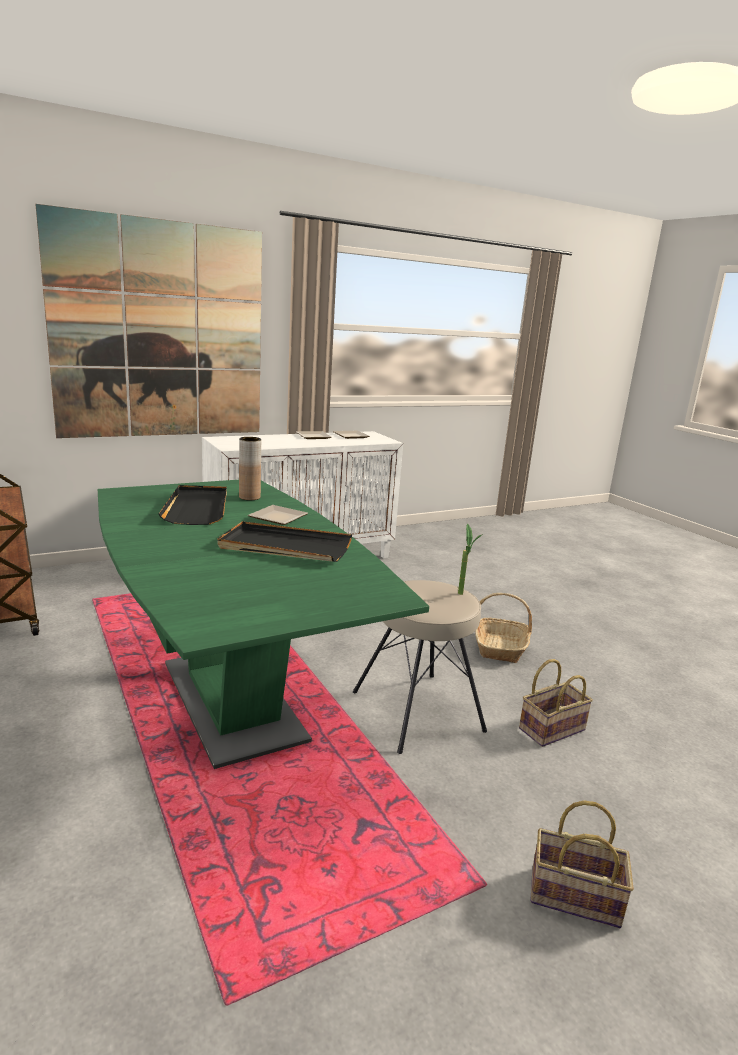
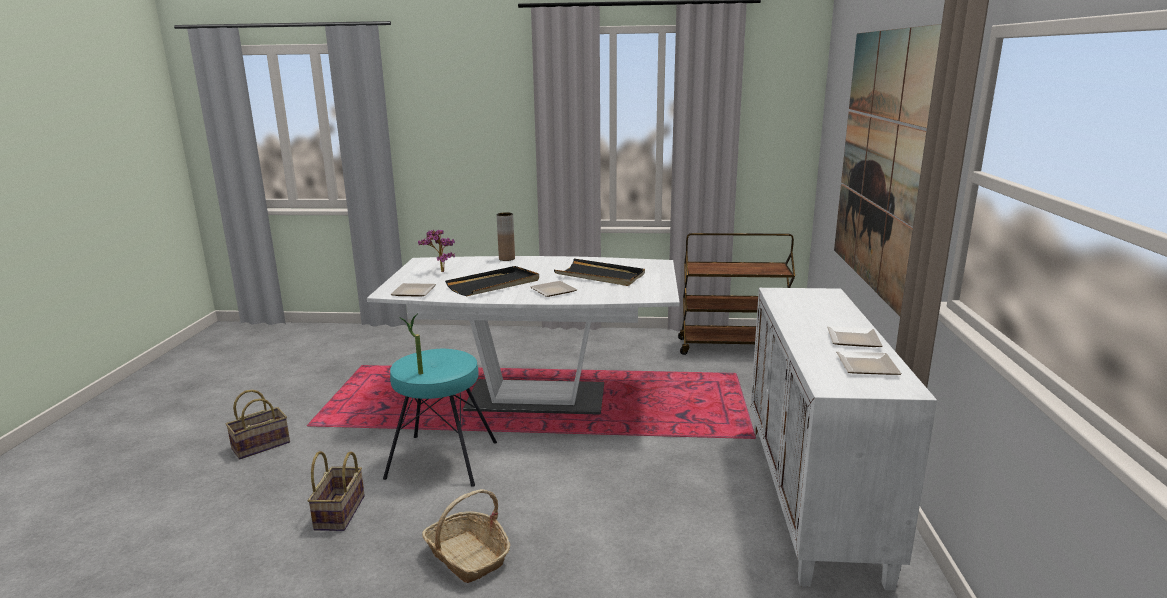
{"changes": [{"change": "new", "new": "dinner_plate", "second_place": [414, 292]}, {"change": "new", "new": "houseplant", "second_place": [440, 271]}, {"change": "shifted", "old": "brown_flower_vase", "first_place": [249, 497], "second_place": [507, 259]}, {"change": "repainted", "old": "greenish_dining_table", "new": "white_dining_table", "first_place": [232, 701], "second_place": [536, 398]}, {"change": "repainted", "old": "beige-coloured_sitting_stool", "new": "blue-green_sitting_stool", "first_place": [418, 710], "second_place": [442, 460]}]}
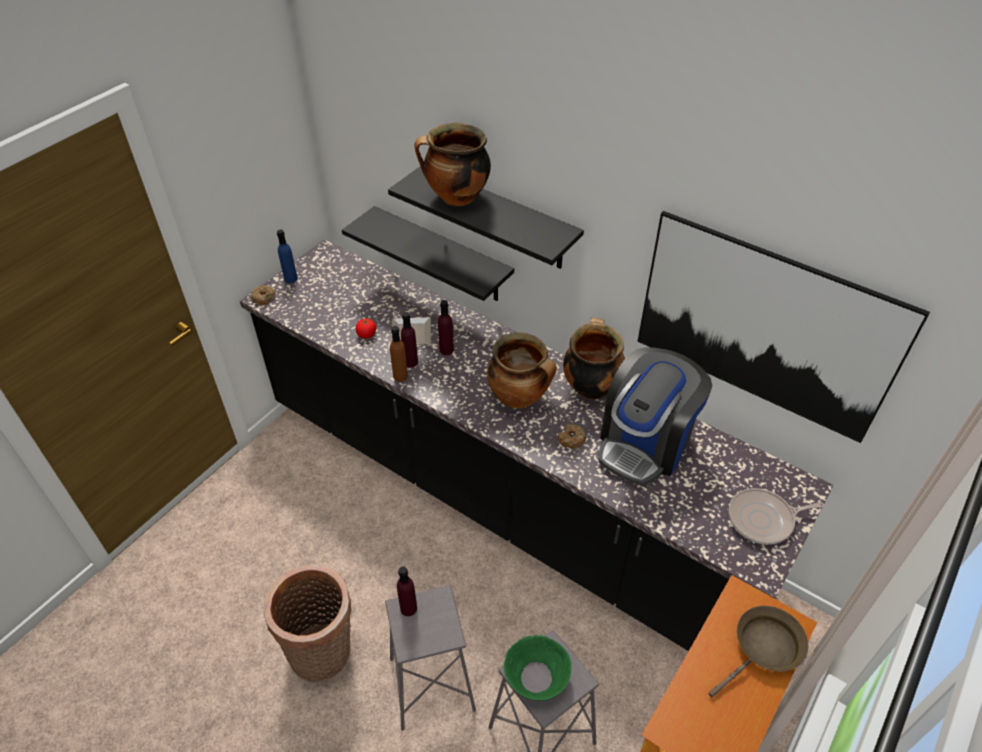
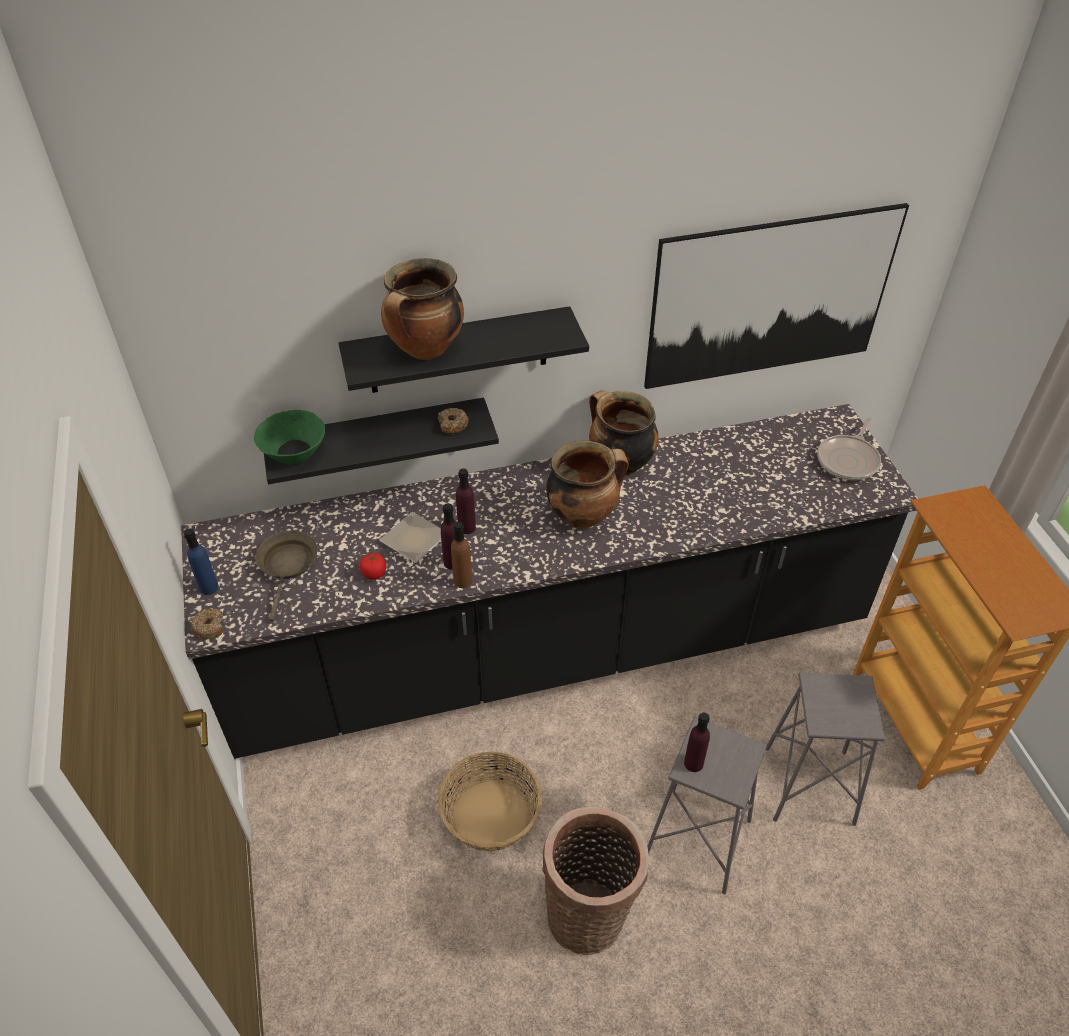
{"changes": [{"change": "gone", "old": "coffee_brewer", "first_place": [645, 443]}, {"change": "new", "new": "basket", "second_place": [490, 814]}, {"change": "shifted", "old": "greenish_serving_bowl", "first_place": [537, 677], "second_place": [294, 452]}, {"change": "shifted", "old": "doughnut", "first_place": [571, 439], "second_place": [453, 425]}, {"change": "shifted", "old": "brown_frying_pan", "first_place": [764, 649], "second_place": [288, 566]}]}
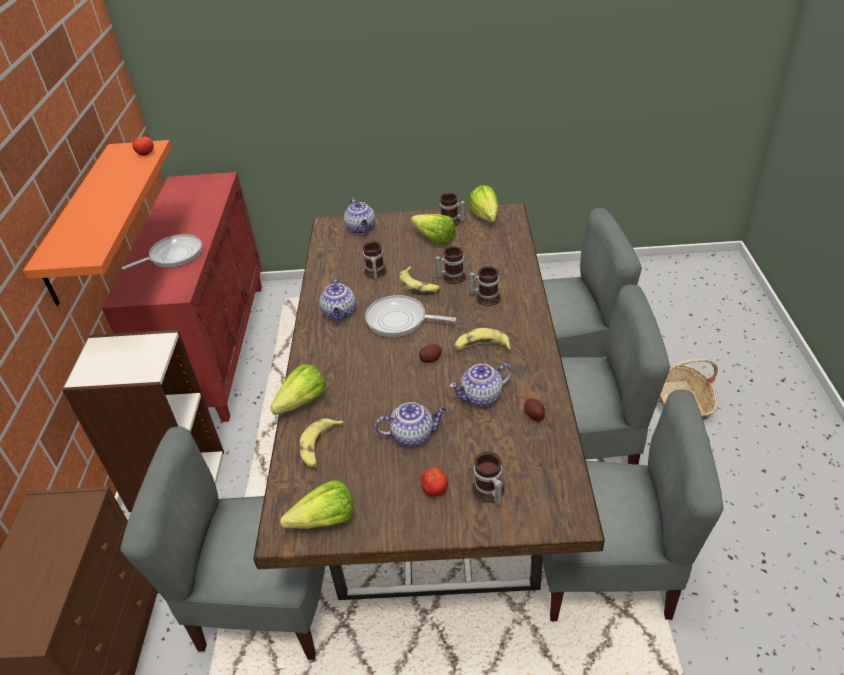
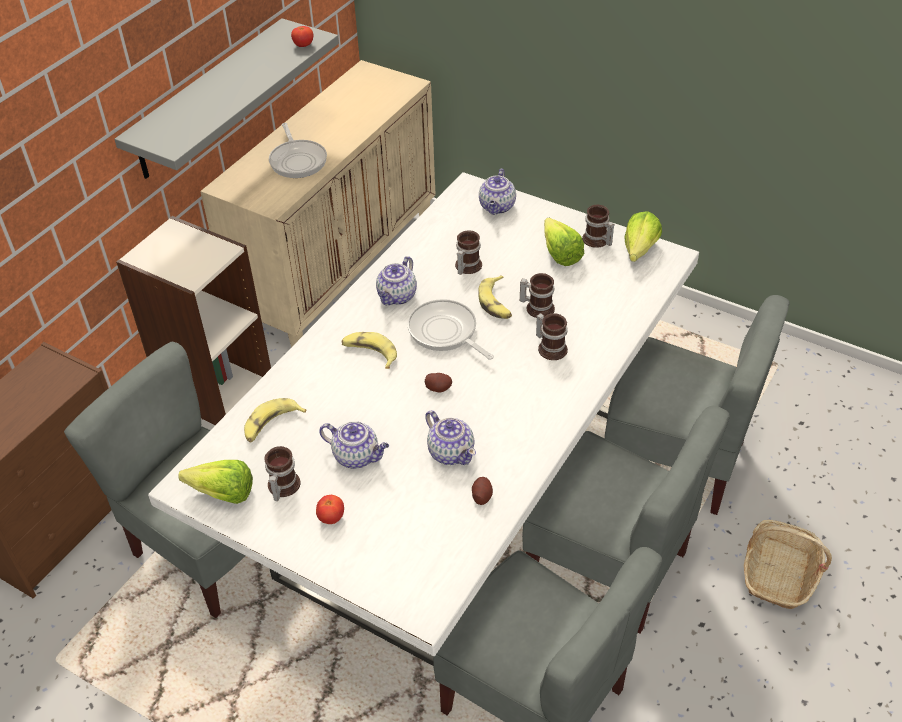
{"changes": [{"change": "gone", "old": "head_of_lettuce", "first_place": [298, 405]}, {"change": "shifted", "old": "banana_fruit", "first_place": [481, 347], "second_place": [370, 353]}, {"change": "shifted", "old": "coffee_mug", "first_place": [488, 492], "second_place": [281, 487]}, {"change": "repainted", "old": "orangey_wall_shelf", "new": "greyish_wall_shelf", "first_place": [80, 223], "second_place": [209, 99]}, {"change": "repainted", "old": "red_cupboard", "new": "beige-coloured_cupboard", "first_place": [216, 348], "second_place": [339, 268]}, {"change": "repainted", "old": "brown_dining_table", "new": "white_dining_table", "first_place": [433, 463], "second_place": [454, 497]}, {"change": "rotated", "old": "frying_pan", "first_place": [173, 256], "second_place": [298, 160], "degrees": 75}, {"change": "rotated", "old": "tea_pot", "first_place": [482, 397], "second_place": [451, 452], "degrees": -135}]}
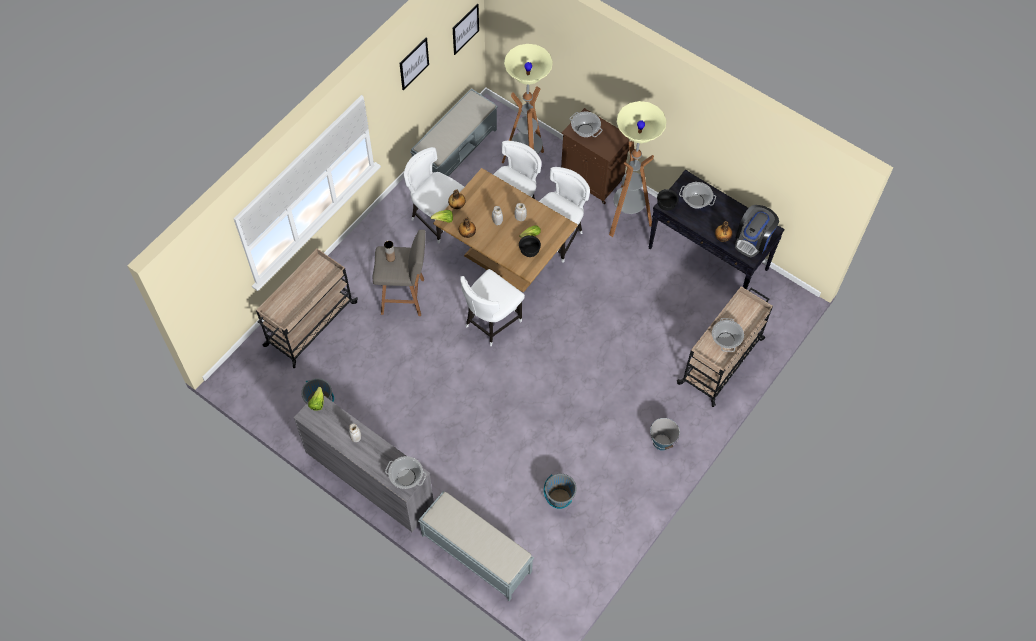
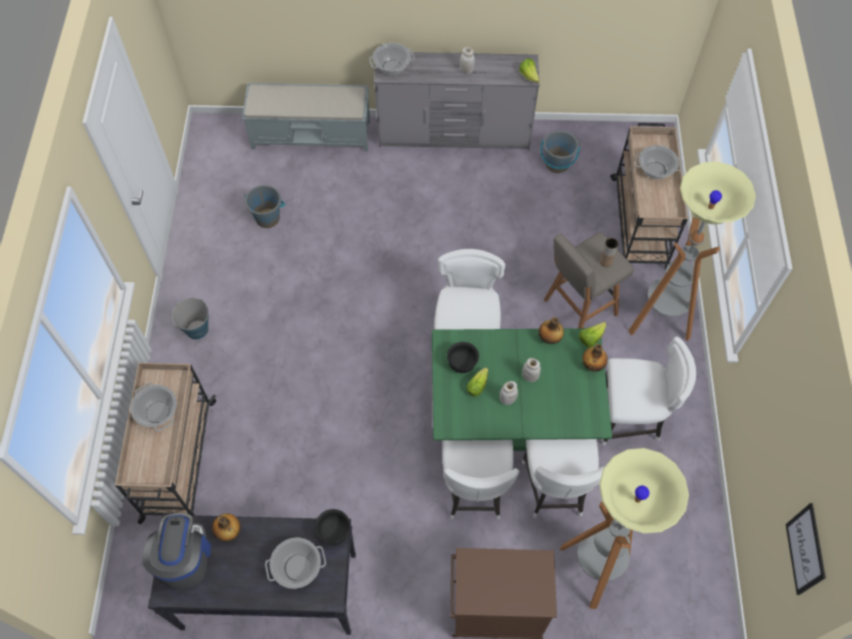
{"changes": [{"change": "gone", "old": "wall_art", "first_place": [414, 63]}, {"change": "gone", "old": "greyish_long_seat", "first_place": [456, 151]}, {"change": "shifted", "old": "stockpot", "first_place": [585, 130], "second_place": [655, 170]}, {"change": "shifted", "old": "standard_lamp", "first_place": [626, 220], "second_place": [659, 321]}, {"change": "repainted", "old": "brown_dining_table", "new": "greenish_dining_table", "first_place": [505, 260], "second_place": [511, 421]}]}
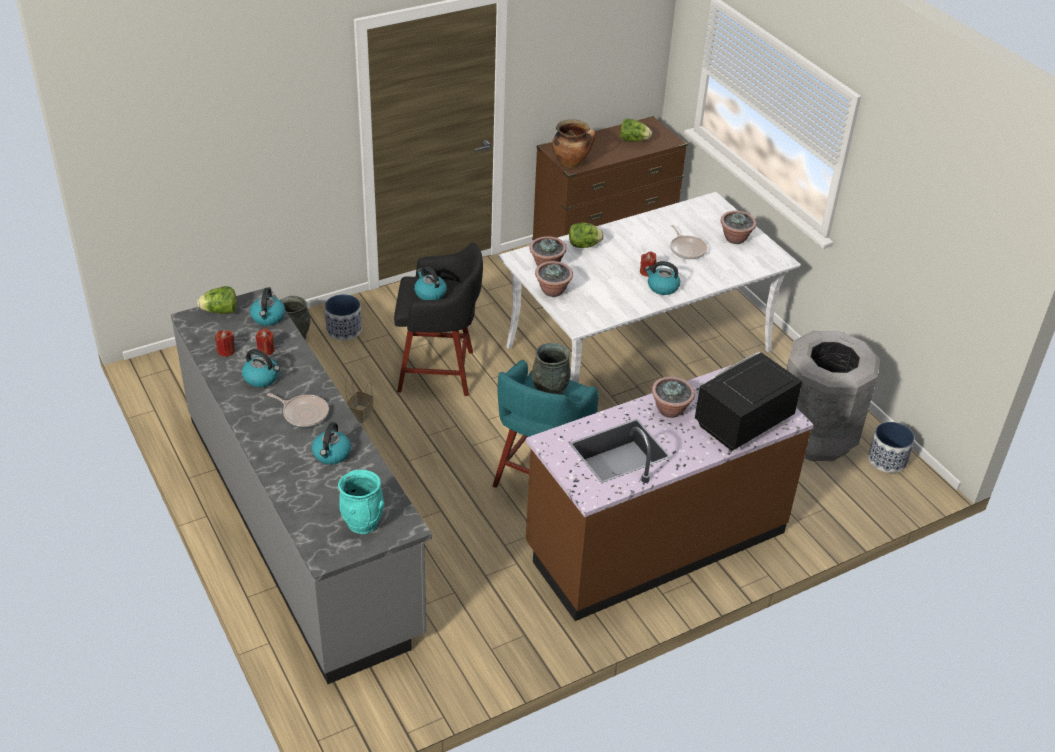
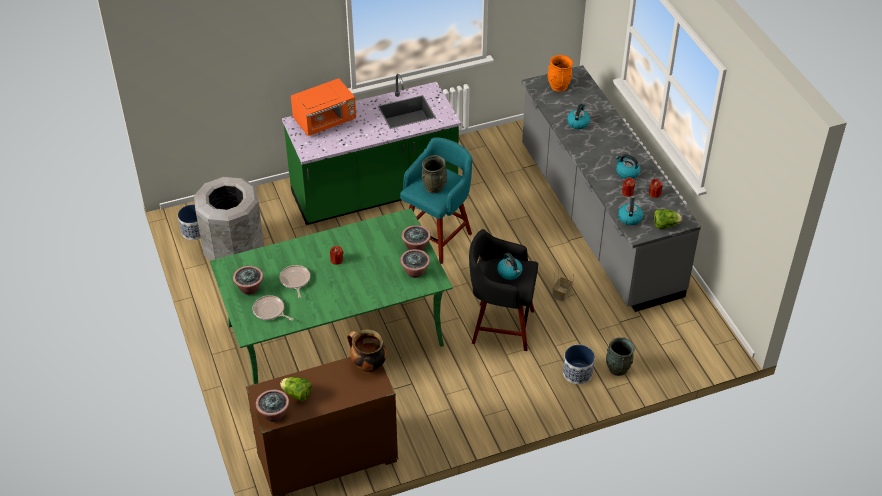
{"changes": [{"change": "gone", "old": "head_of_lettuce", "first_place": [584, 245]}, {"change": "gone", "old": "water_kettle", "first_place": [662, 287]}, {"change": "shifted", "old": "frying_pan", "first_place": [303, 413], "second_place": [270, 311]}, {"change": "shifted", "old": "houseplant", "first_place": [670, 410], "second_place": [274, 414]}, {"change": "repainted", "old": "blue-green_flower_vase", "new": "orangey_flower_vase", "first_place": [363, 523], "second_place": [558, 86]}, {"change": "repainted", "old": "white_dining_table", "new": "greenish_dining_table", "first_place": [639, 348], "second_place": [335, 336]}, {"change": "repainted", "old": "brown_counter", "new": "greenish_counter", "first_place": [655, 540], "second_place": [375, 193]}, {"change": "repainted", "old": "blackish_microwave_oven", "new": "orangey_microwave_oven", "first_place": [741, 422], "second_place": [325, 121]}]}
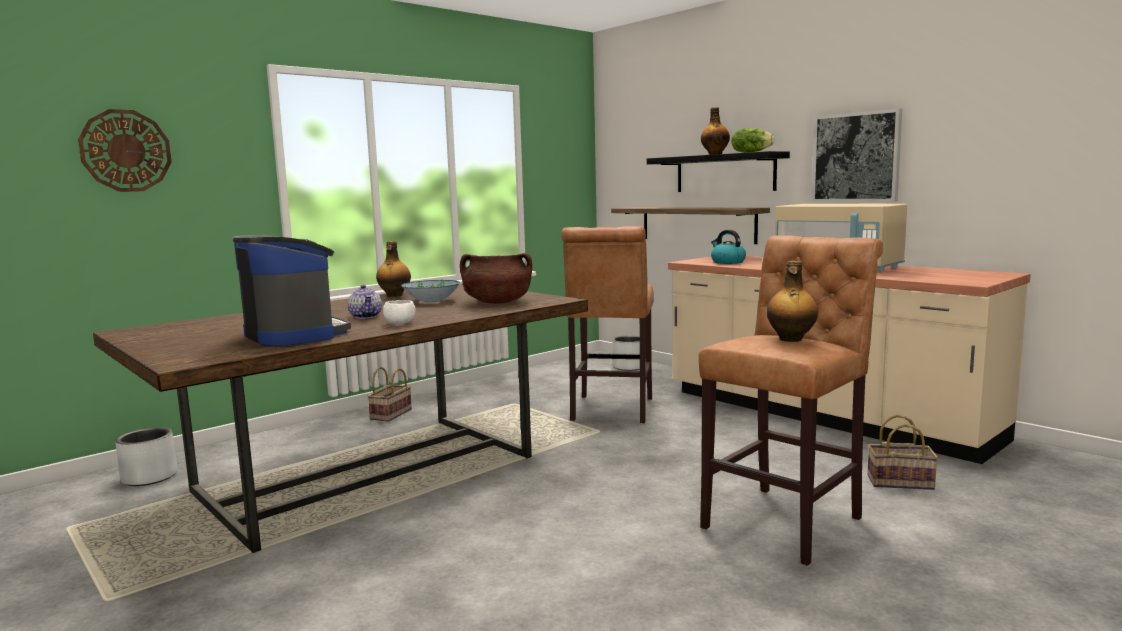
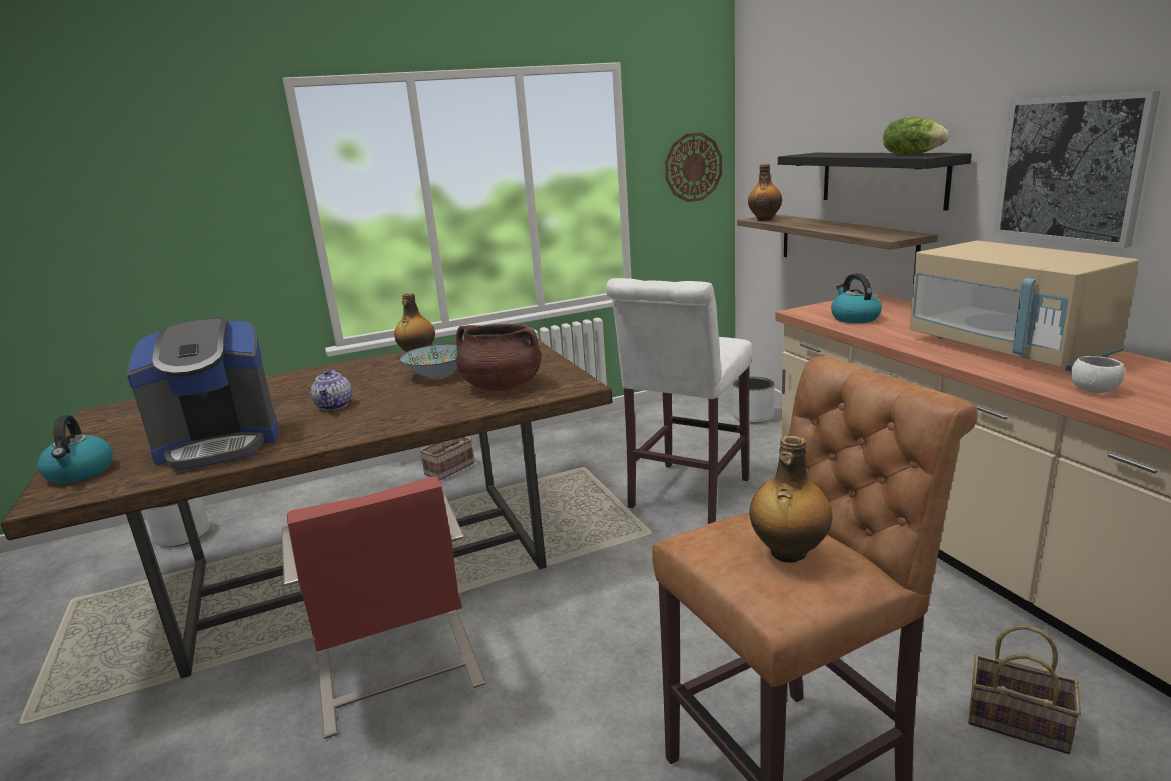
{"changes": [{"change": "new", "new": "water_kettle", "second_place": [80, 473]}, {"change": "new", "new": "red_upright_chair", "second_place": [397, 670]}, {"change": "shifted", "old": "clock_on_the_wall", "first_place": [126, 151], "second_place": [693, 167]}, {"change": "shifted", "old": "white_serving_bowl", "first_place": [400, 323], "second_place": [1094, 390]}, {"change": "shifted", "old": "bottle", "first_place": [715, 154], "second_place": [765, 219]}, {"change": "repainted", "old": "brown_sitting_stool", "new": "white_sitting_stool", "first_place": [611, 411], "second_place": [685, 496]}, {"change": "rotated", "old": "coffee_brewer", "first_place": [295, 335], "second_place": [220, 444], "degrees": 90}]}
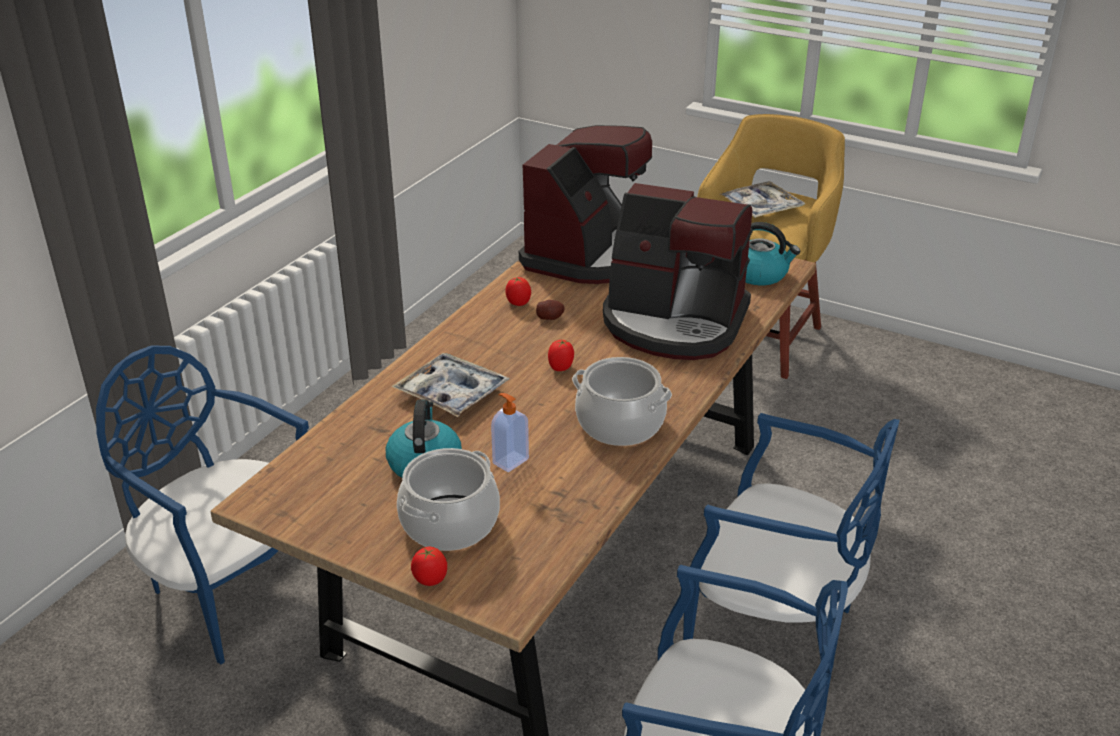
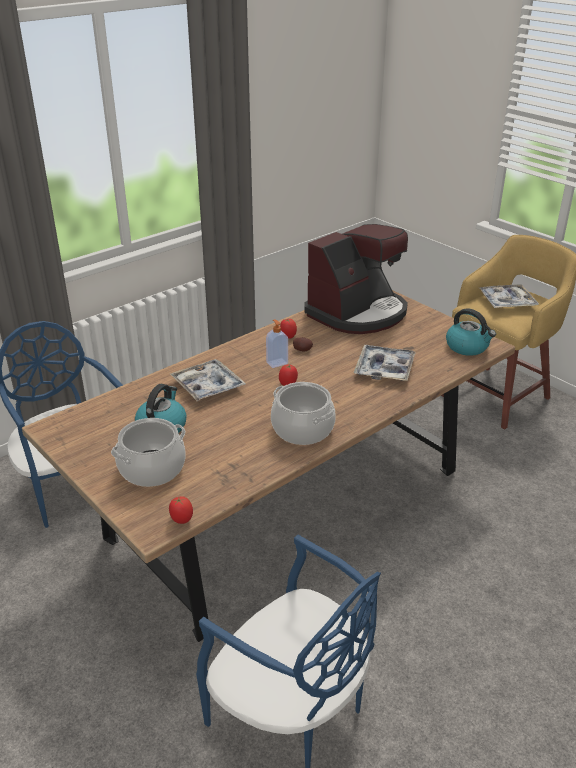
{"changes": [{"change": "gone", "old": "blue_upright_chair", "first_place": [774, 624]}, {"change": "shifted", "old": "fresh_tomato", "first_place": [430, 580], "second_place": [181, 519]}, {"change": "shifted", "old": "soap_dispenser", "first_place": [509, 461], "second_place": [277, 362]}, {"change": "swapped", "old": "coffee_brewer", "new": "tray", "first_place": [674, 323], "second_place": [384, 369]}]}
